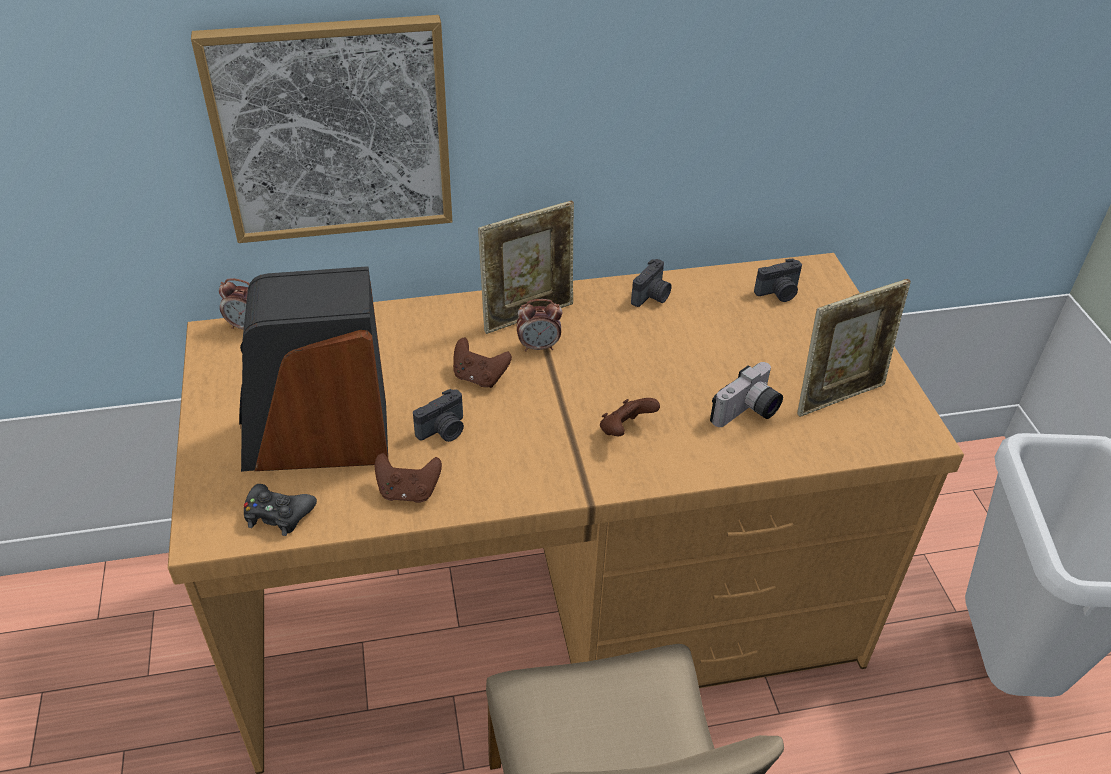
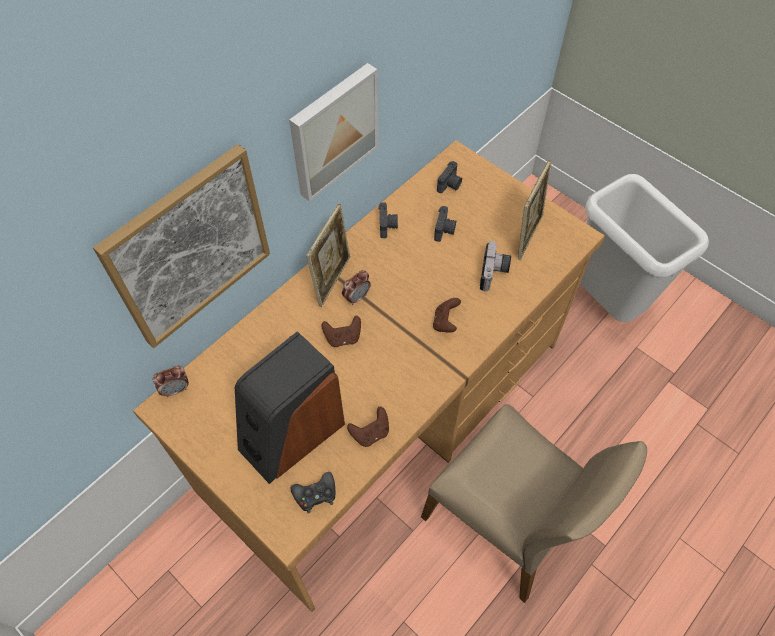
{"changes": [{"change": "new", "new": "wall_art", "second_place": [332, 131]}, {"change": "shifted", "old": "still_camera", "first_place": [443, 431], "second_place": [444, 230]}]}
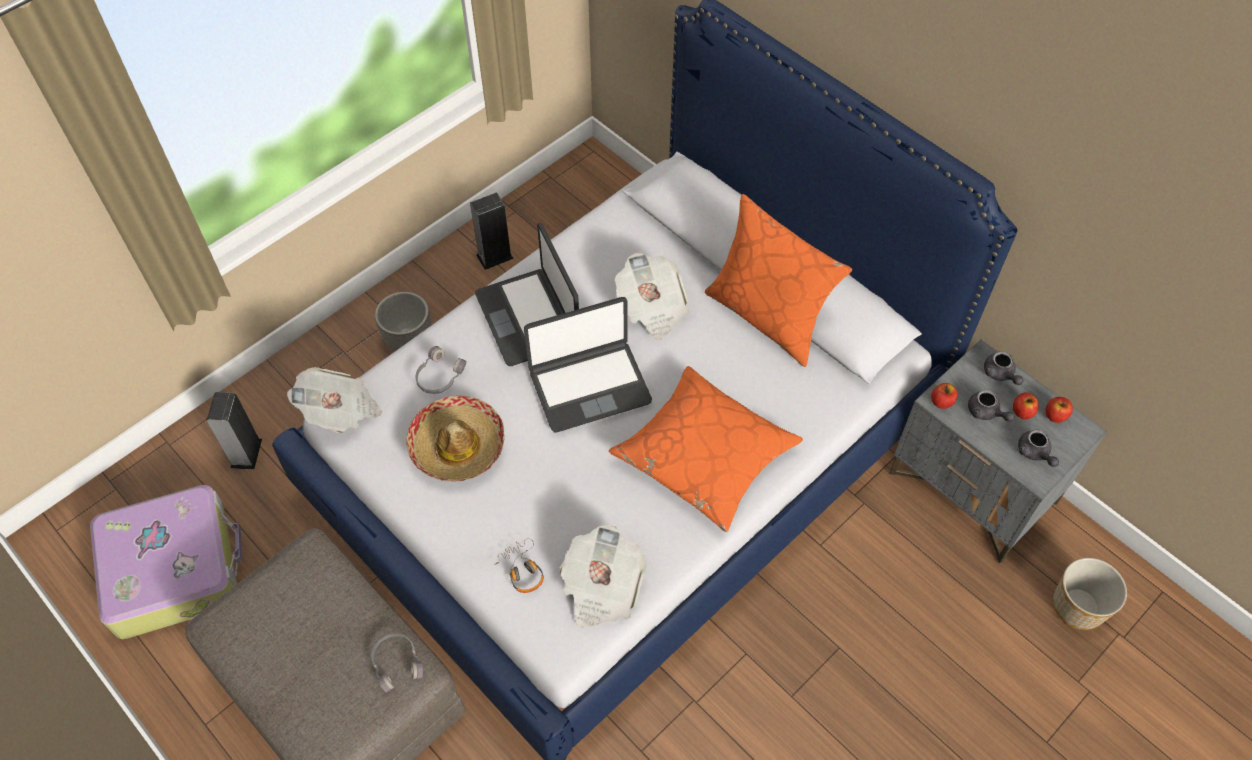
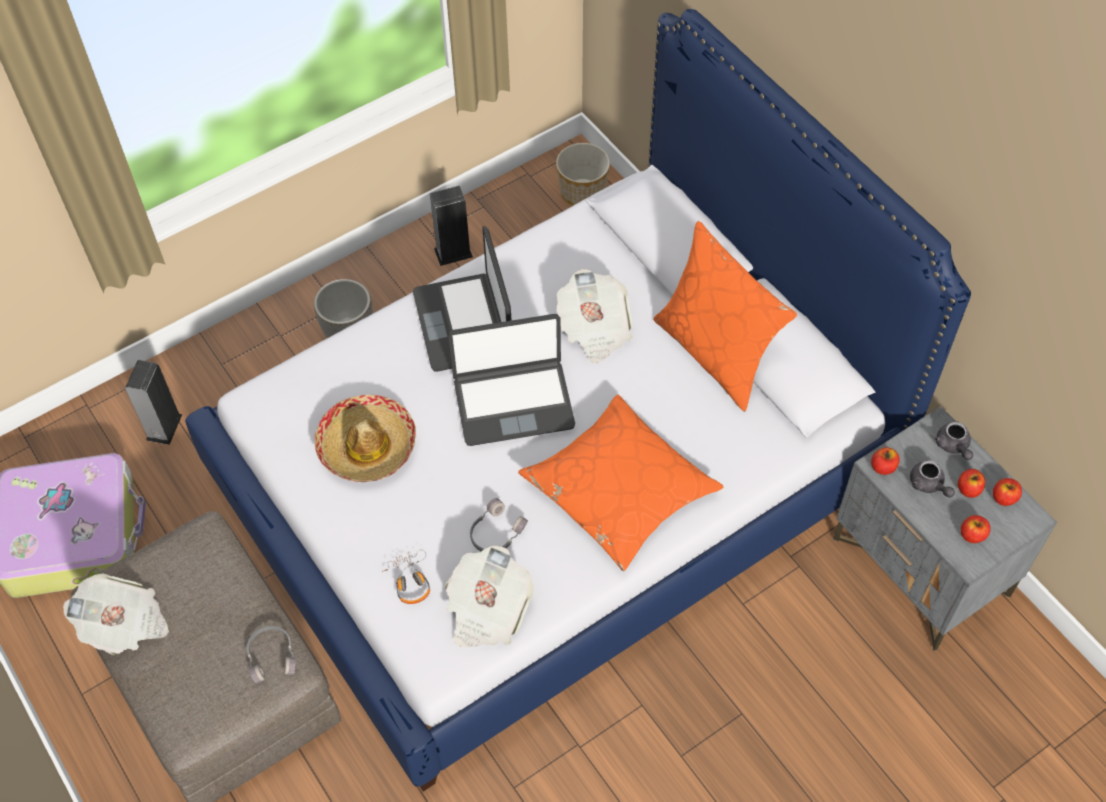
{"changes": [{"change": "shifted", "old": "newspaper", "first_place": [340, 411], "second_place": [124, 625]}, {"change": "shifted", "old": "greyish_pair_of_headphones", "first_place": [439, 376], "second_place": [495, 533]}, {"change": "shifted", "old": "plant_pot", "first_place": [1079, 606], "second_place": [583, 192]}, {"change": "swapped", "old": "greyish_tea_pot", "new": "apple", "first_place": [1035, 453], "second_place": [972, 535]}]}
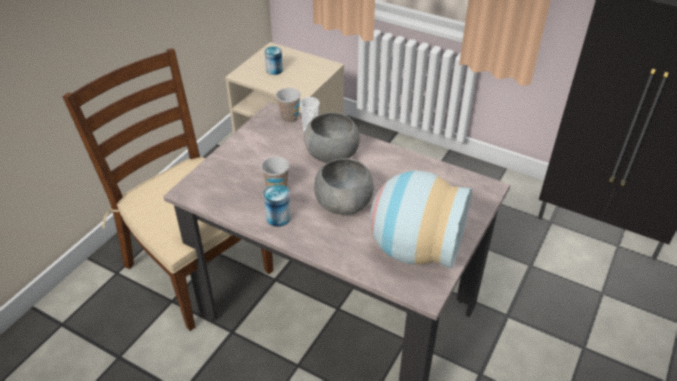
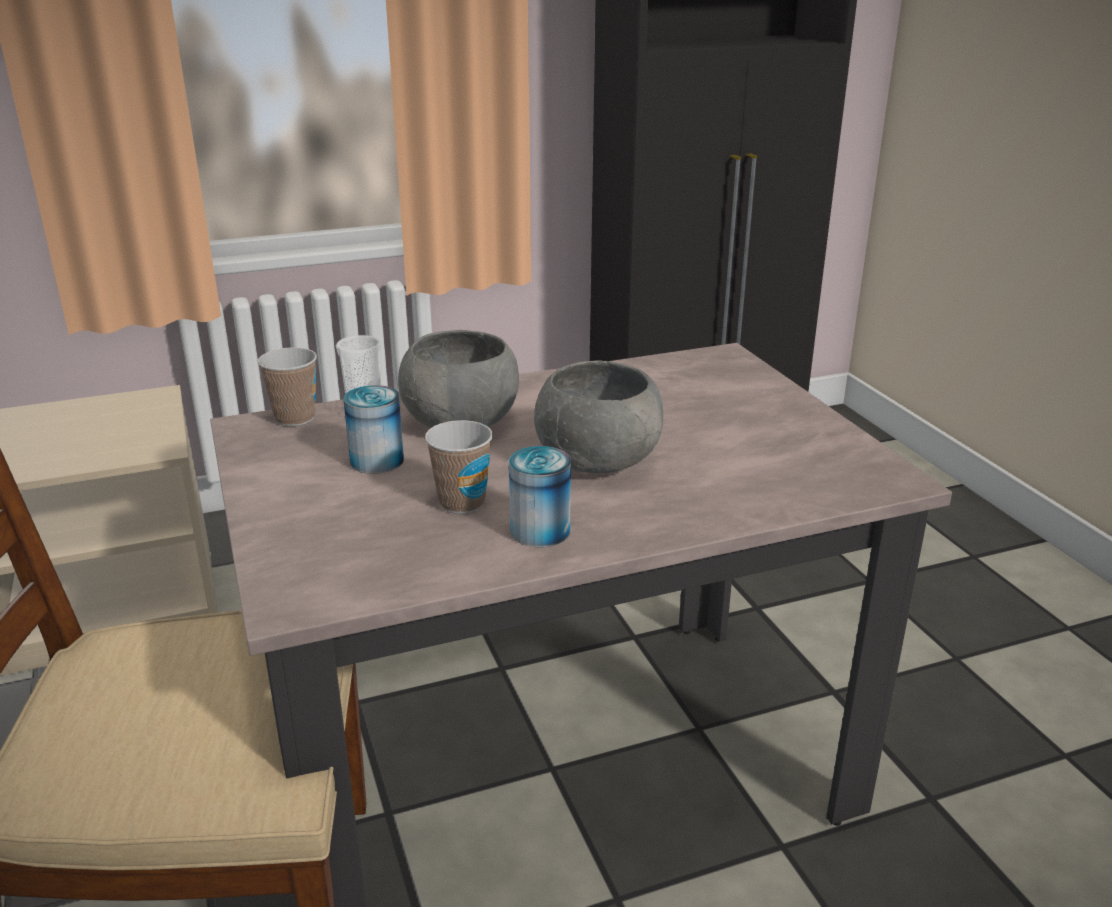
{"changes": [{"change": "gone", "old": "flower_vase", "first_place": [414, 248]}, {"change": "shifted", "old": "can", "first_place": [274, 70], "second_place": [377, 460]}]}
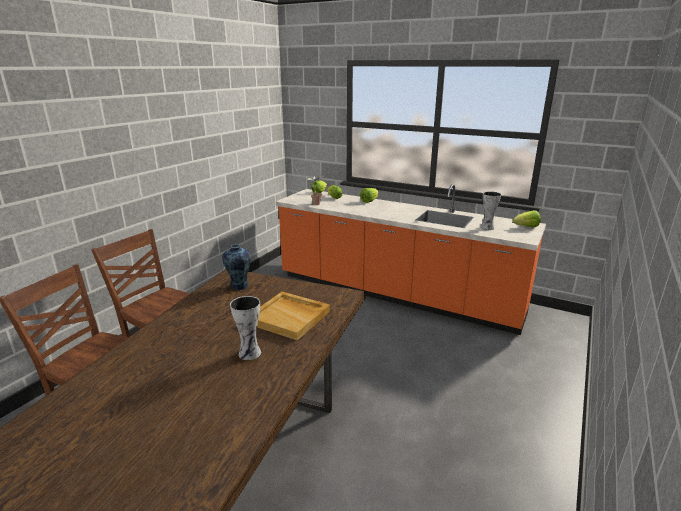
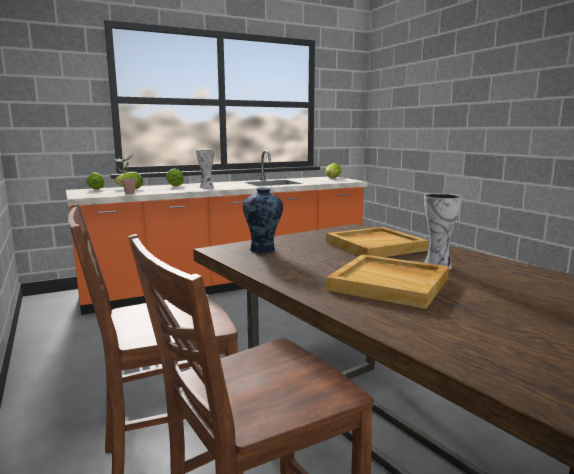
{"changes": [{"change": "new", "new": "beige-coloured_tray", "second_place": [390, 284]}, {"change": "shifted", "old": "flower_vase", "first_place": [487, 228], "second_place": [206, 187]}]}
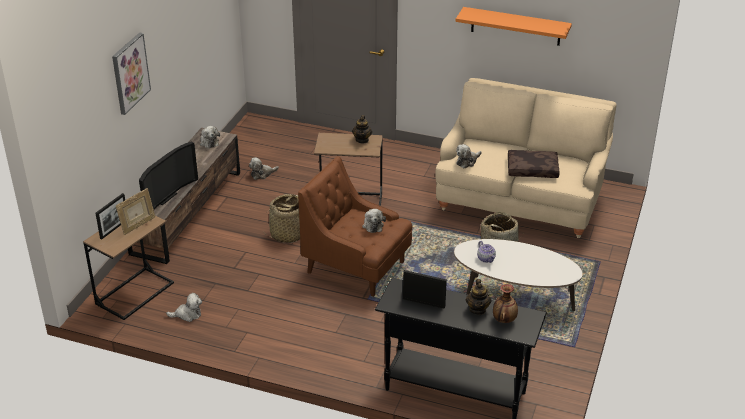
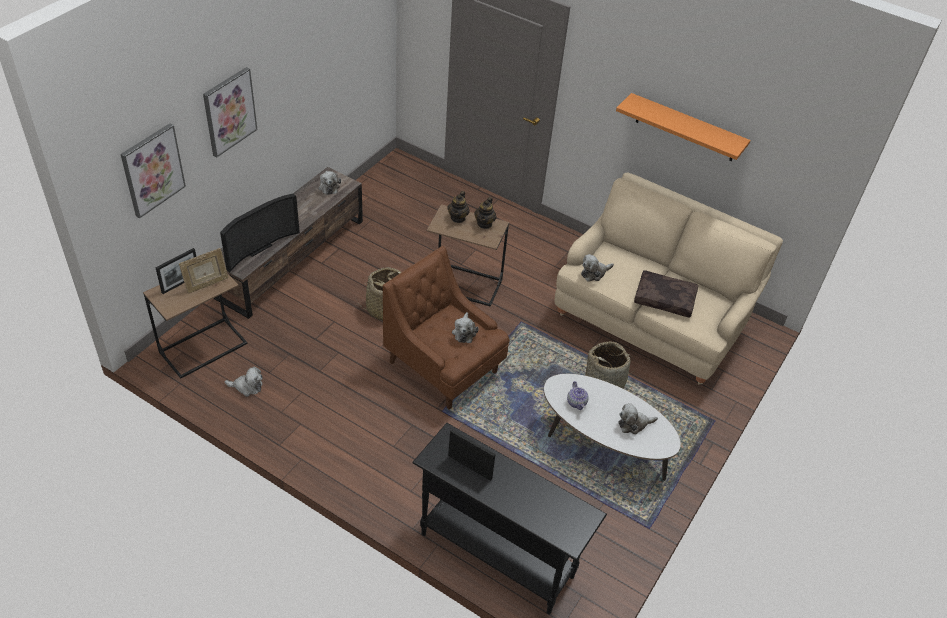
{"changes": [{"change": "gone", "old": "flower_vase", "first_place": [504, 320]}, {"change": "new", "new": "wall_art", "second_place": [152, 170]}, {"change": "shifted", "old": "cuddly_toy", "first_place": [262, 174], "second_place": [634, 424]}, {"change": "shifted", "old": "tea_pot", "first_place": [478, 309], "second_place": [458, 218]}]}
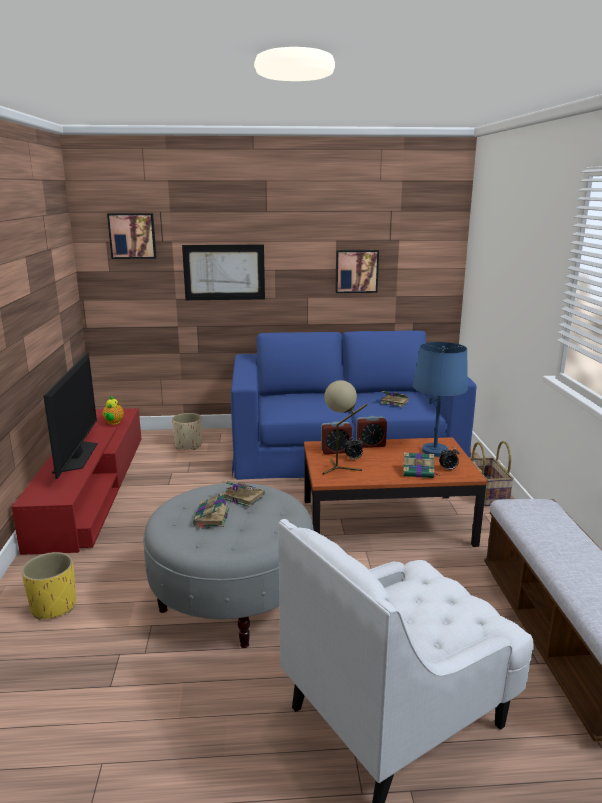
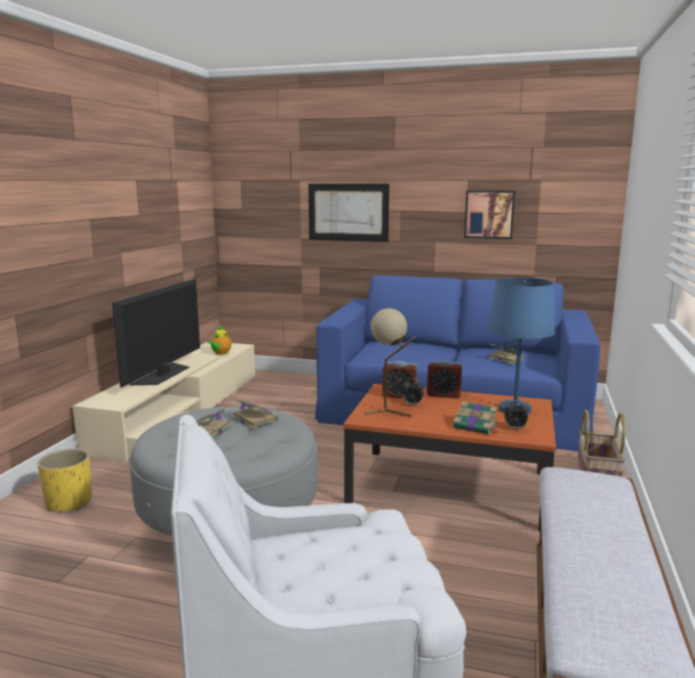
{"changes": [{"change": "gone", "old": "wall_art", "first_place": [132, 236]}, {"change": "gone", "old": "beige-coloured_plant_pot", "first_place": [189, 445]}, {"change": "repainted", "old": "red_tv_stand", "new": "beige-coloured_tv_stand", "first_place": [91, 487], "second_place": [181, 410]}]}
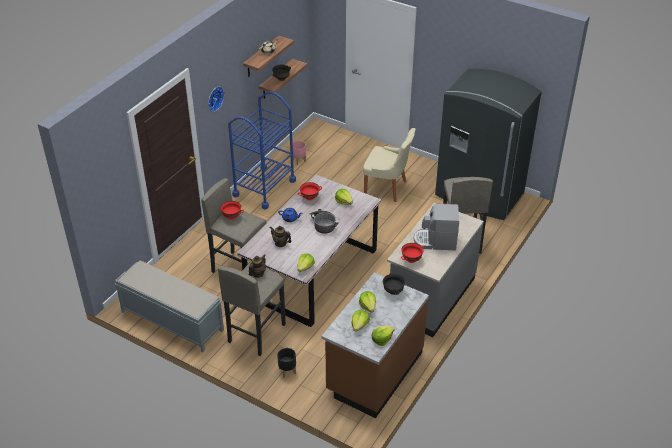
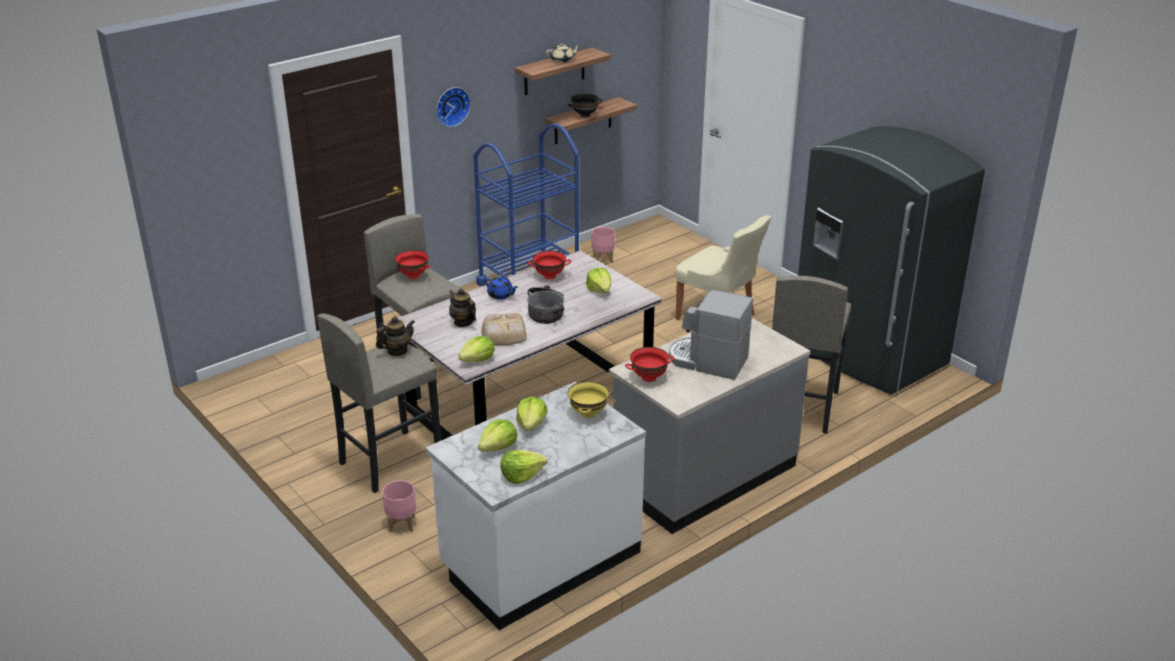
{"changes": [{"change": "gone", "old": "greyish_long_seat", "first_place": [171, 320]}, {"change": "new", "new": "bread", "second_place": [503, 334]}, {"change": "repainted", "old": "blackish_plant_pot", "new": "pink_plant_pot", "first_place": [287, 371], "second_place": [401, 524]}, {"change": "repainted", "old": "brown_counter", "new": "white_counter", "first_place": [373, 372], "second_place": [540, 560]}, {"change": "repainted", "old": "blackish_serving_bowl", "new": "yellowish_serving_bowl", "first_place": [393, 291], "second_place": [587, 413]}]}
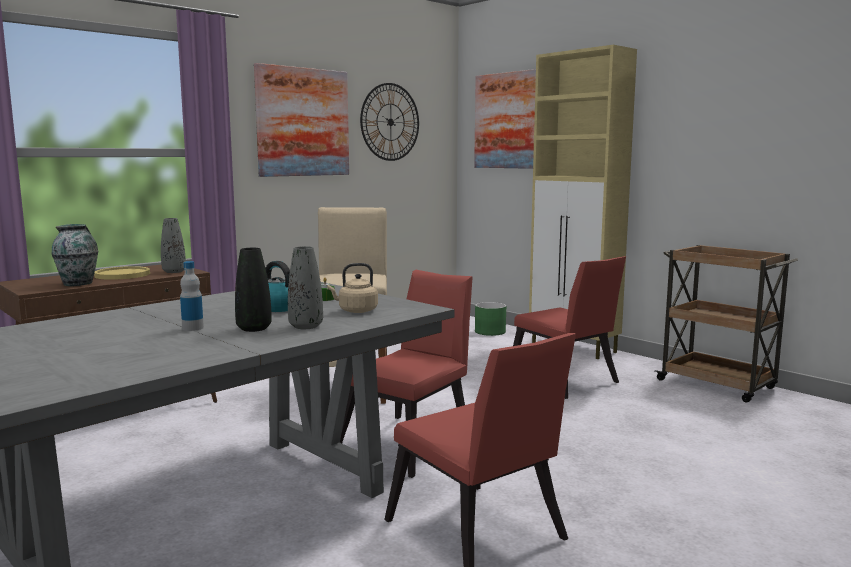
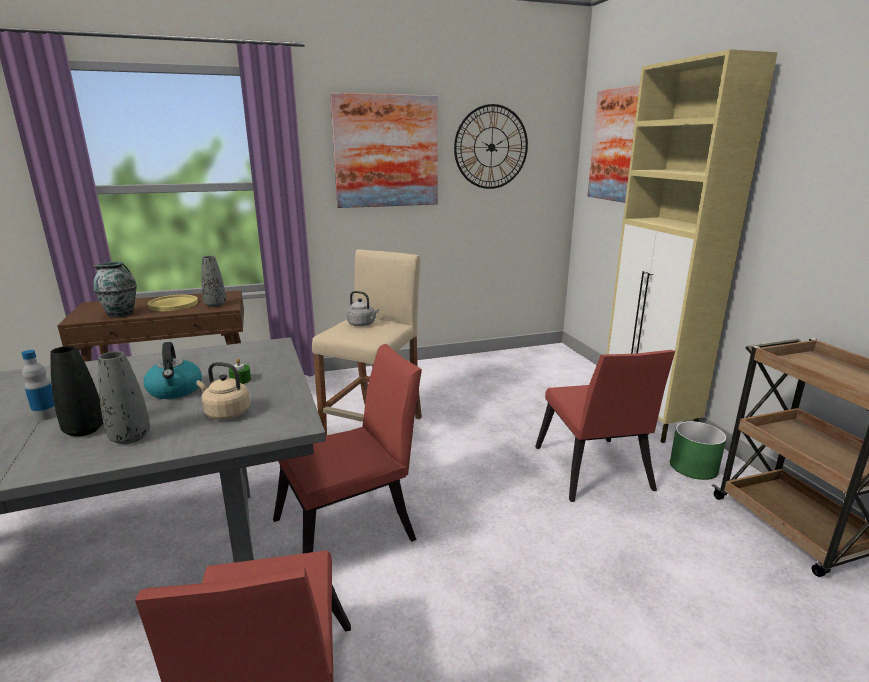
{"changes": [{"change": "new", "new": "greyish_water_kettle", "second_place": [362, 324]}, {"change": "shifted", "old": "greenish_plant_pot", "first_place": [490, 331], "second_place": [694, 467]}]}
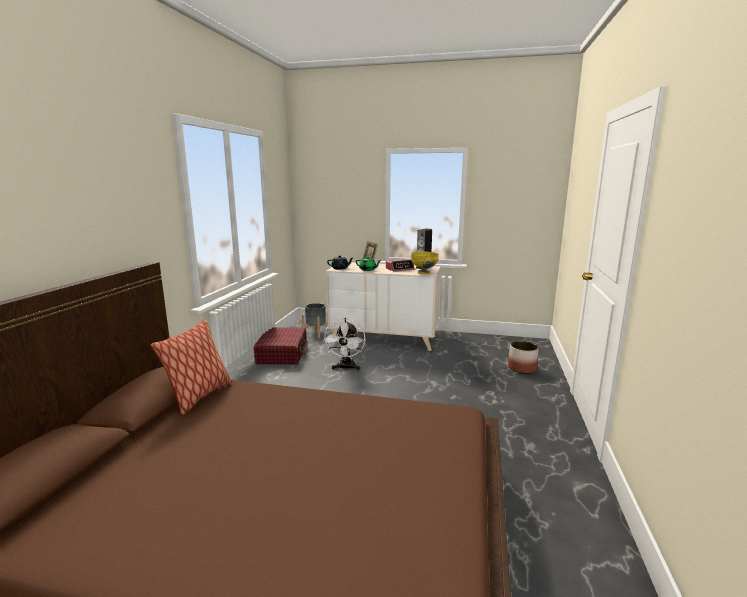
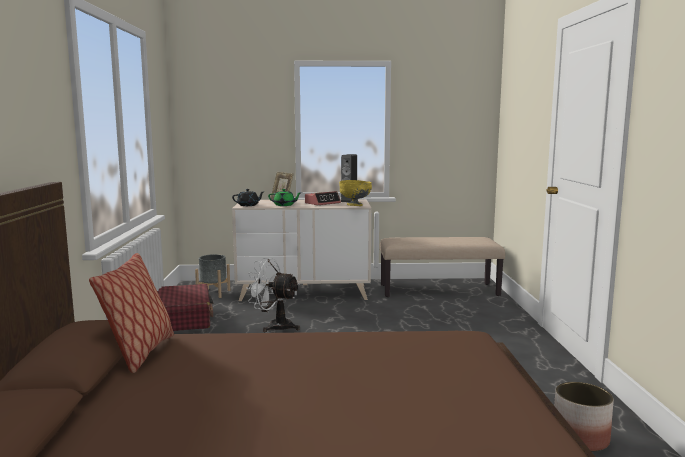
{"changes": [{"change": "new", "new": "beige-coloured_long_seat", "second_place": [439, 290]}, {"change": "shifted", "old": "plant_pot", "first_place": [522, 368], "second_place": [580, 439]}, {"change": "rotated", "old": "white_cooling_fan", "first_place": [346, 368], "second_place": [274, 326], "degrees": 120}]}
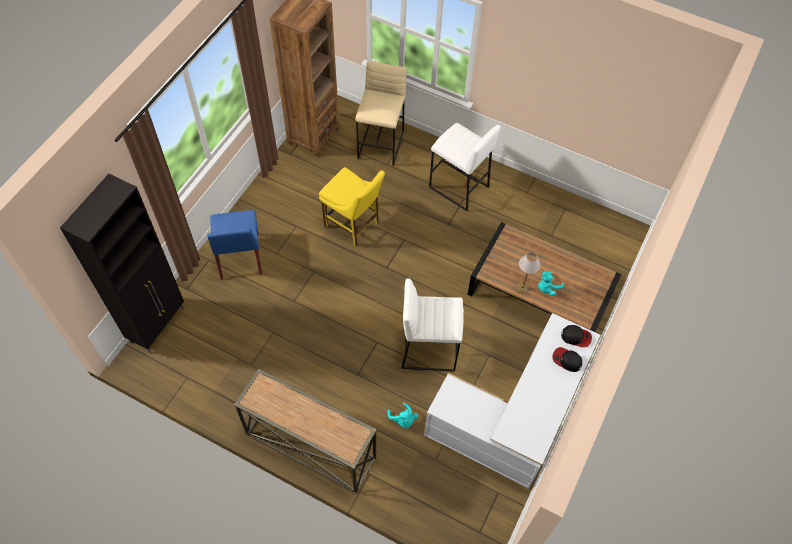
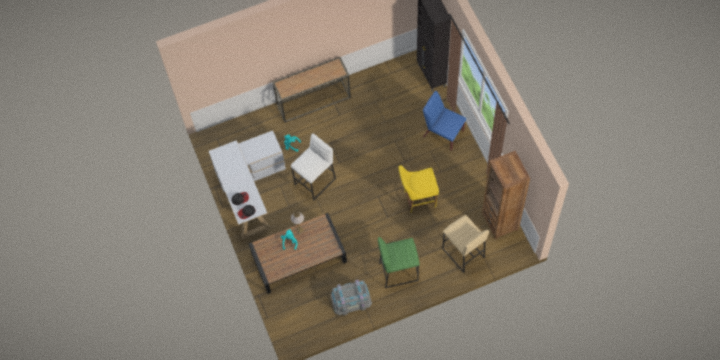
{"changes": [{"change": "new", "new": "greyish_storage_bin", "second_place": [351, 300]}, {"change": "repainted", "old": "white_sitting_stool", "new": "greenish_sitting_stool", "first_place": [458, 187], "second_place": [398, 271]}]}
